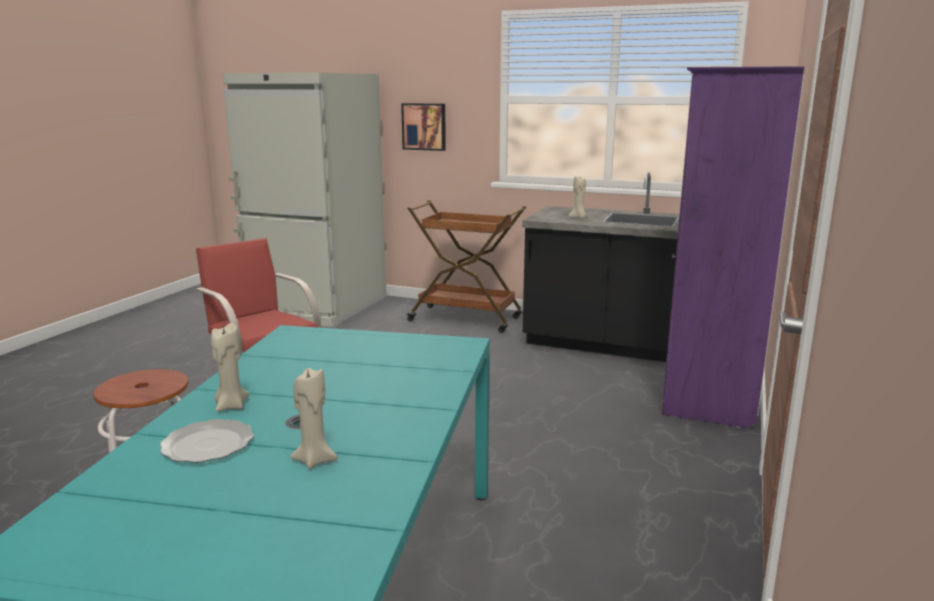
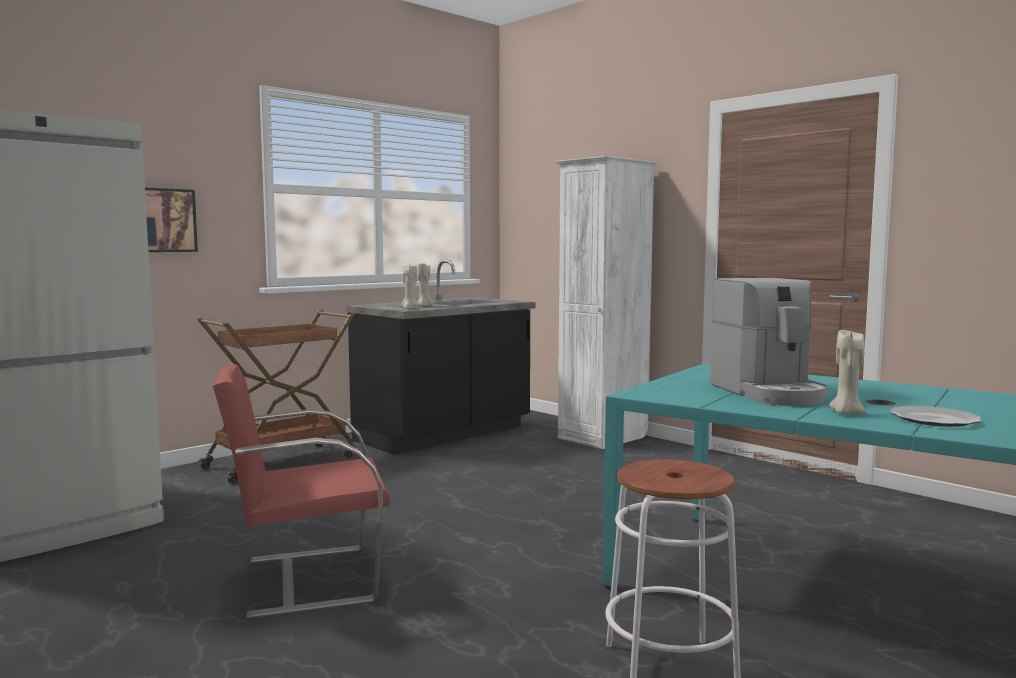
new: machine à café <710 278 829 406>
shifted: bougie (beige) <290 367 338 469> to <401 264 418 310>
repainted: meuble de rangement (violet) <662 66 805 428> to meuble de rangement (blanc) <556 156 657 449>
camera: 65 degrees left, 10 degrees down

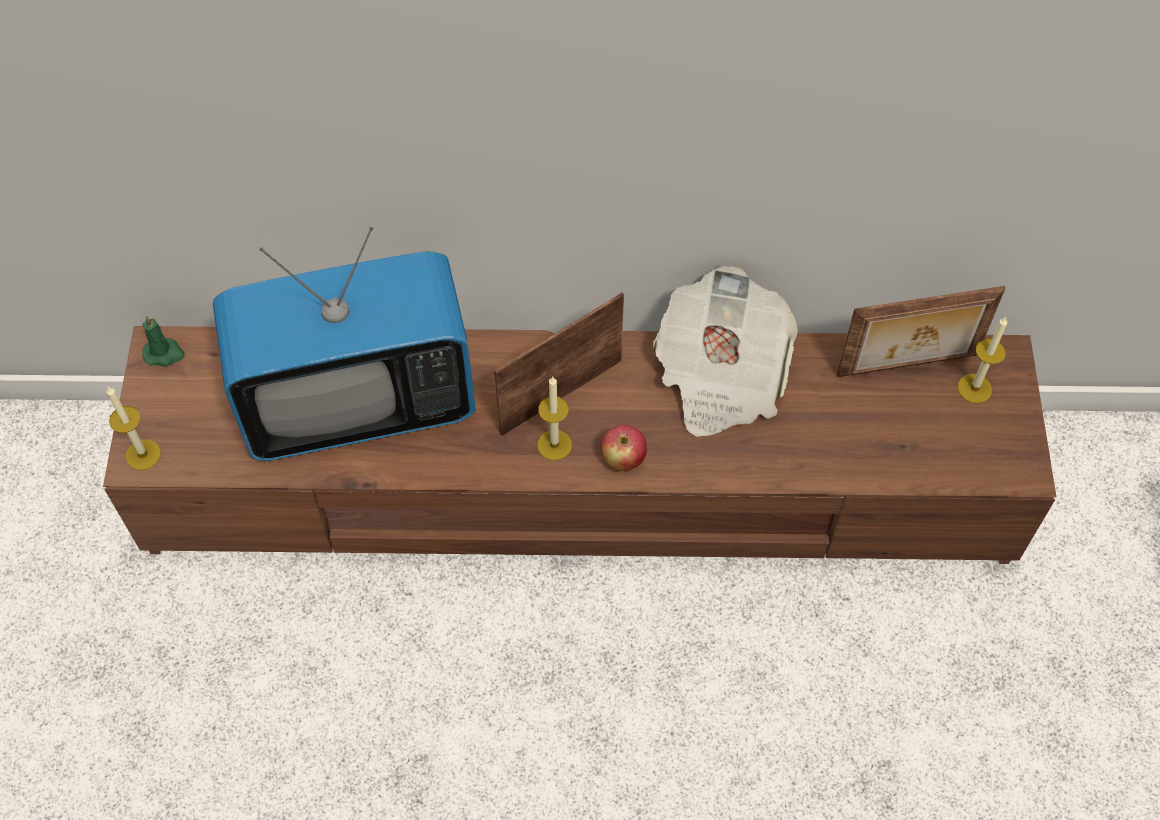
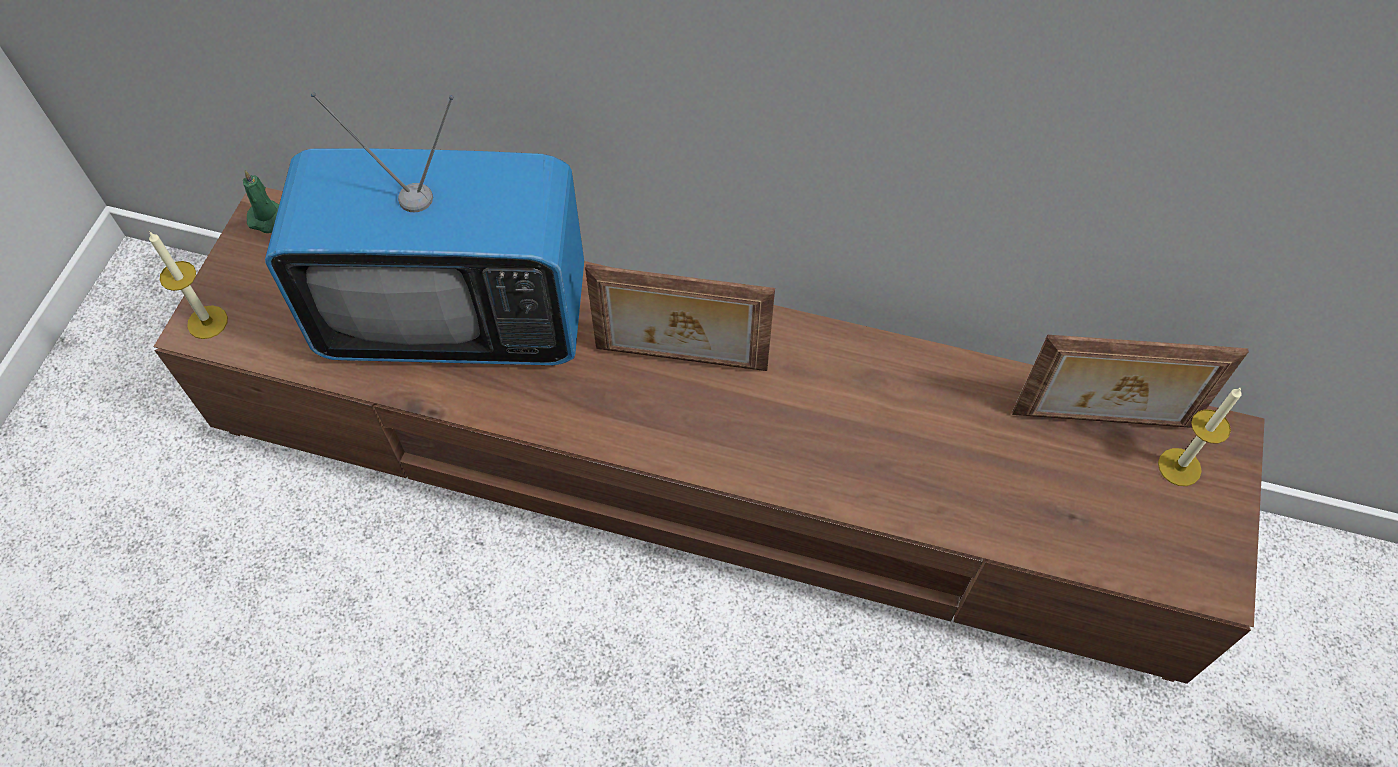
gone: bougie <537 377 572 460>; pomme <600 424 647 471>; journal <653 266 798 437>
rotated: cadre photo <494 293 624 436> = <585 264 775 371> 150 degrees counterclockwise
camera: 15 degrees right, 0 degrees up

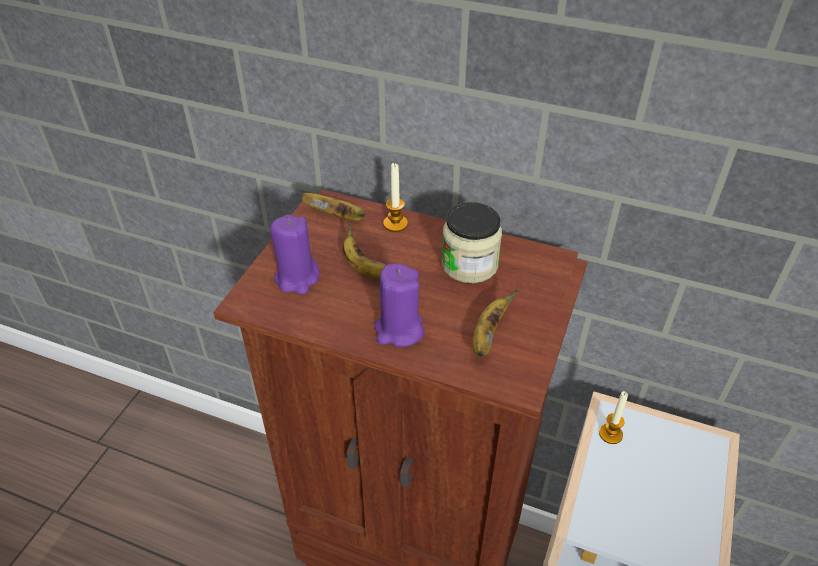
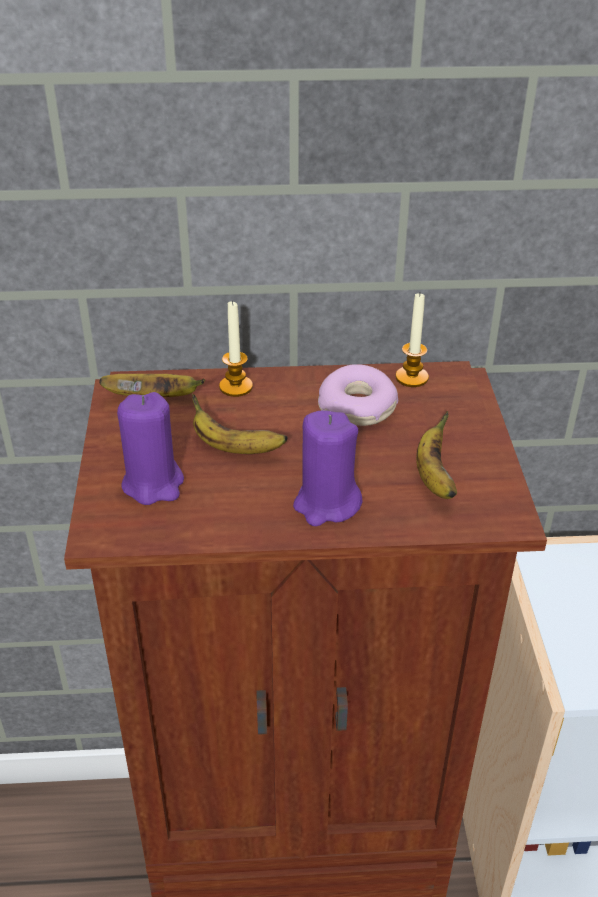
shifted: bougie <599 391 628 444> to <396 293 429 387>
swapped: bocal <442 202 502 283> to beignet <318 364 398 426>
camera: 25 degrees left, 5 degrees down

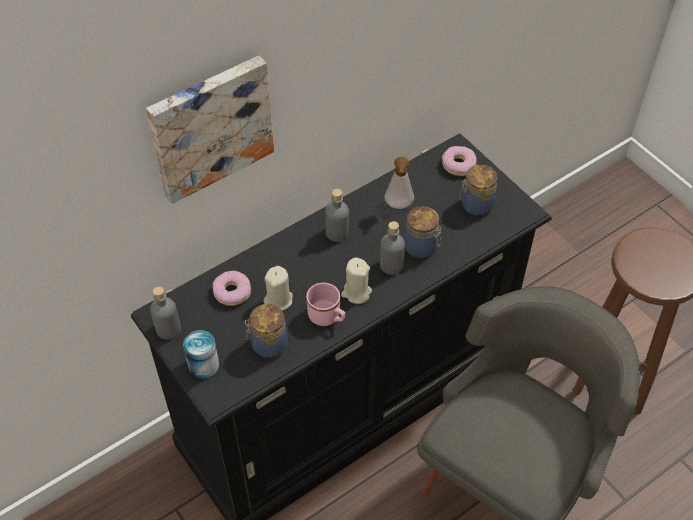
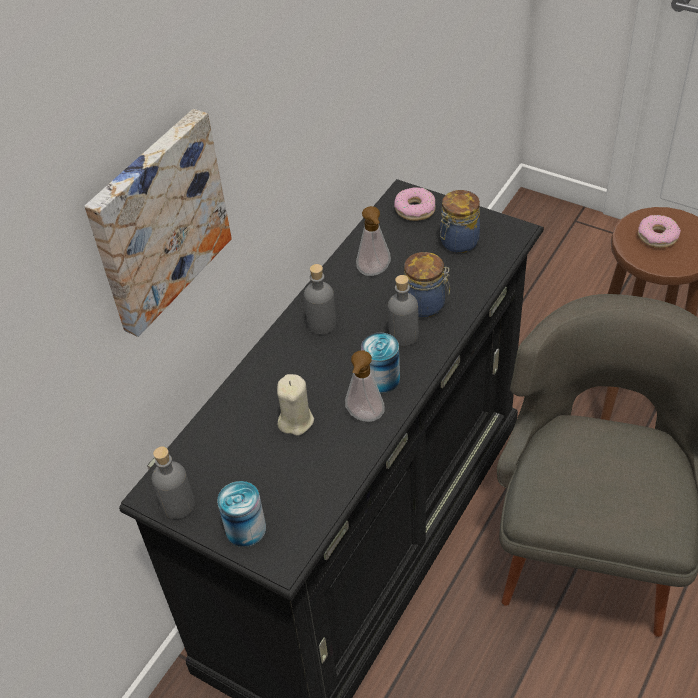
gone: bocal <245 304 288 358>
shifted: beignet <213 271 251 306> to <638 215 681 248>
swapped: mug (rose) <306 283 345 326> to distributeur de savon <345 351 385 422>; bougie (beige) <341 258 372 304> to boîte métallique <361 333 400 393>
camera: 20 degrees left, 5 degrees down

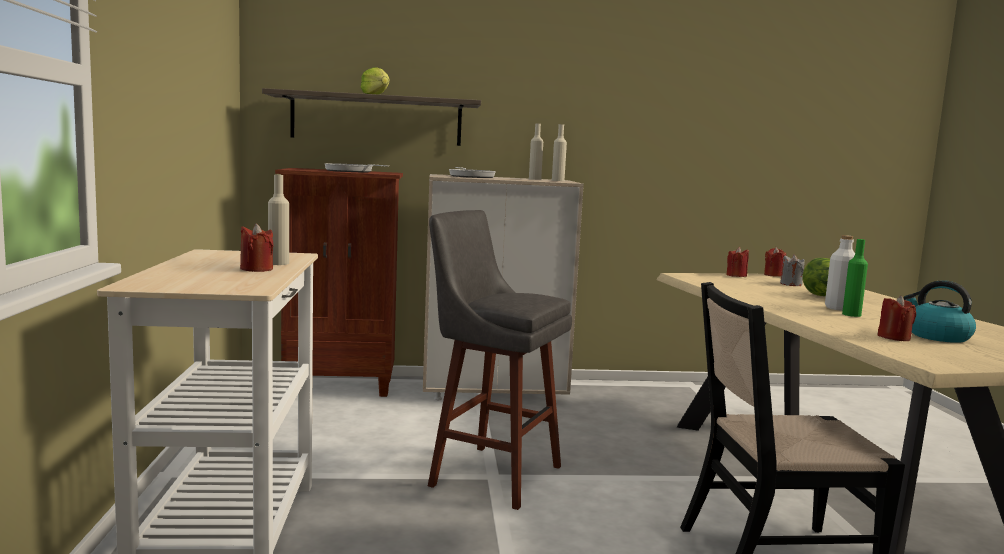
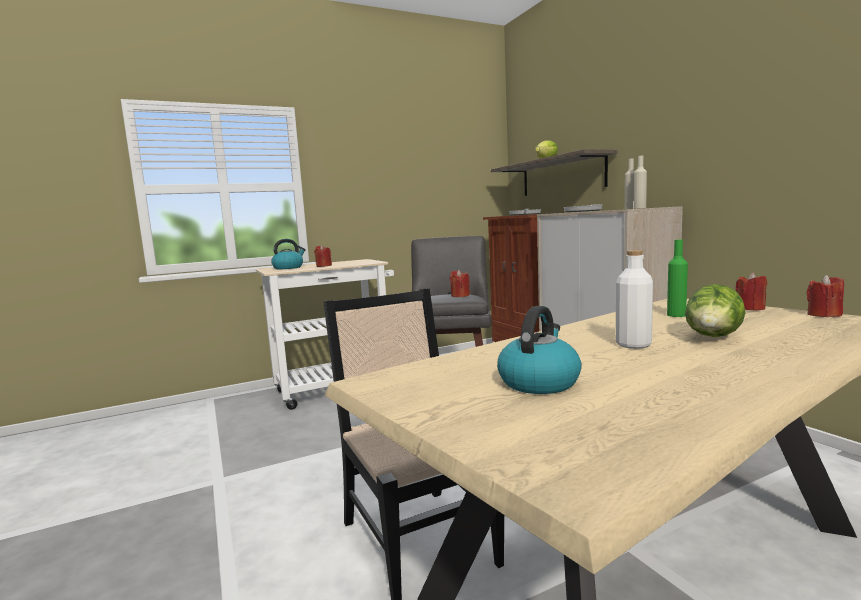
gone: bouteille (beige) <268 175 289 265>; bougie (gris) <780 254 805 286>
new: bouilloire <271 239 306 269>
shifted: bouteille (vert) <842 239 868 317> to <667 240 688 317>; bougie (rouge) <878 296 916 341> to <450 269 470 297>
camera: 70 degrees right, 0 degrees up

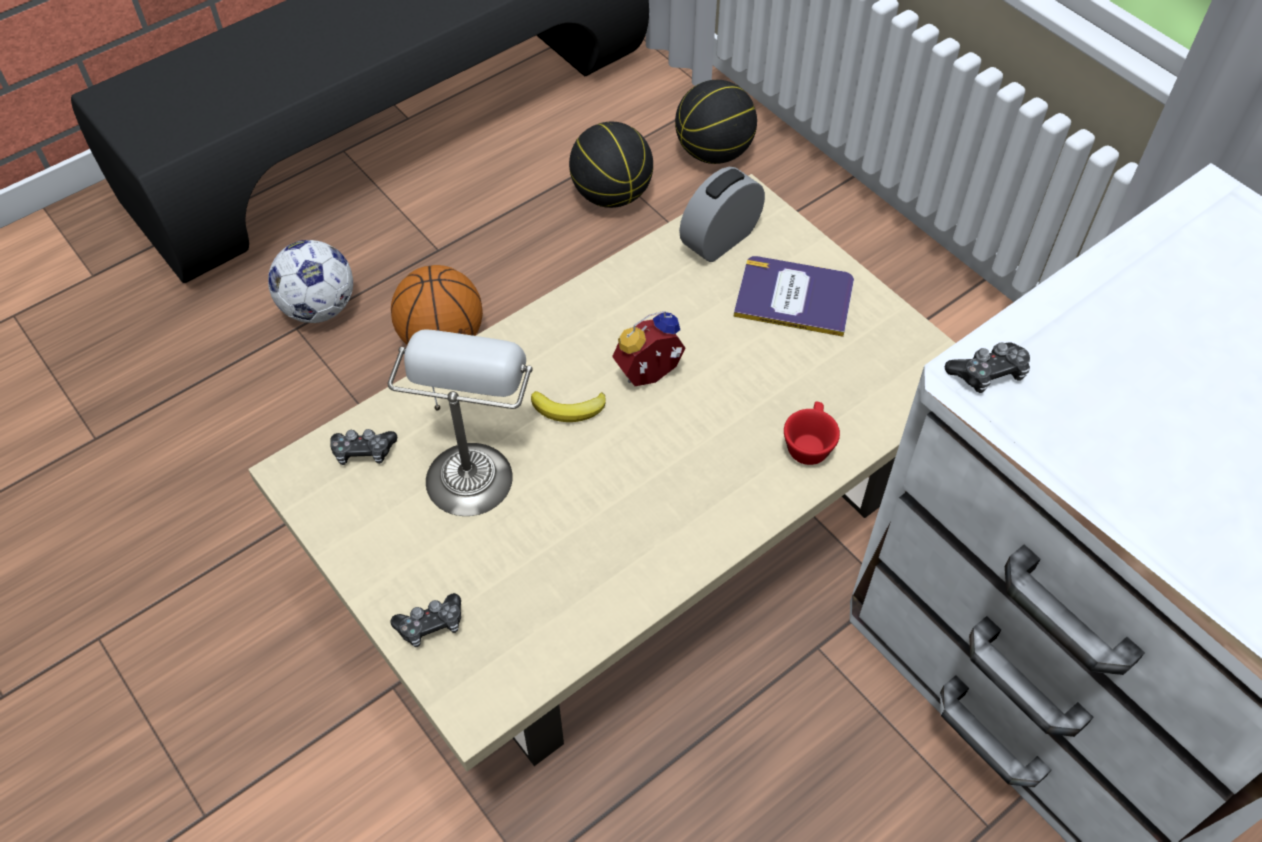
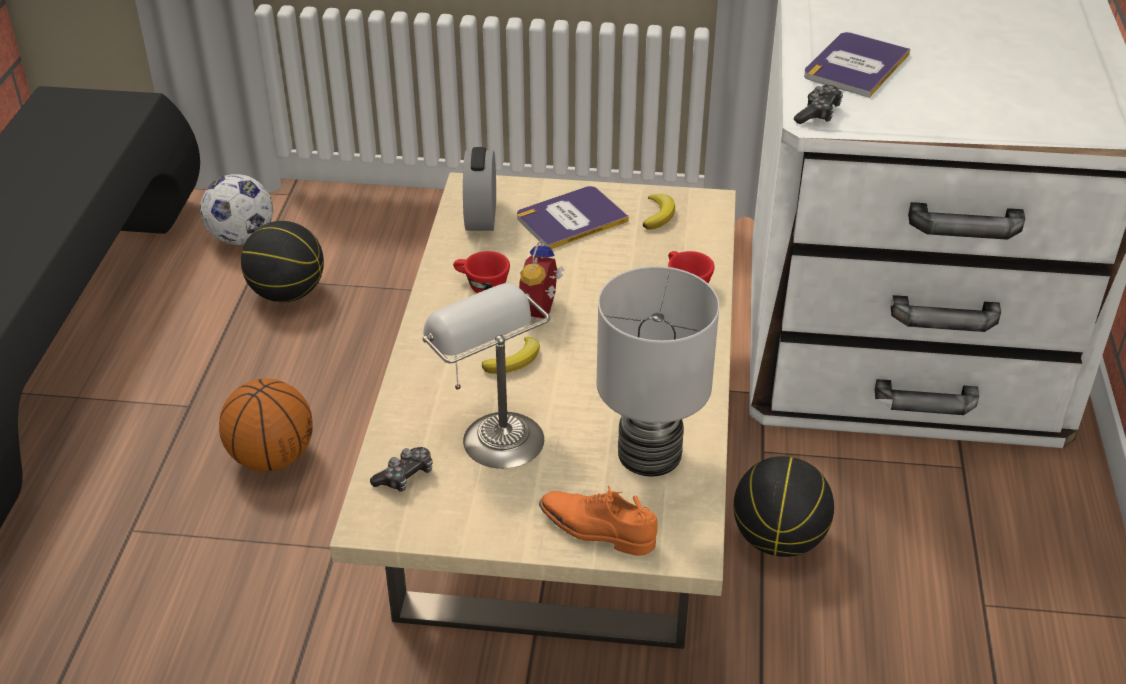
new: tasse (rouge) <453 251 510 293>; lampe de table (gris) <597 266 719 476>; banane <643 194 675 230>; livre <804 32 910 98>
shifted: ballon de foot <268 240 353 323> to <200 174 273 245>; ballon de basket <675 80 757 164> to <733 456 834 557>
swapped: manette <390 593 461 647> to chaussure (orange) <539 485 657 556>
camera: 45 degrees left, 15 degrees down

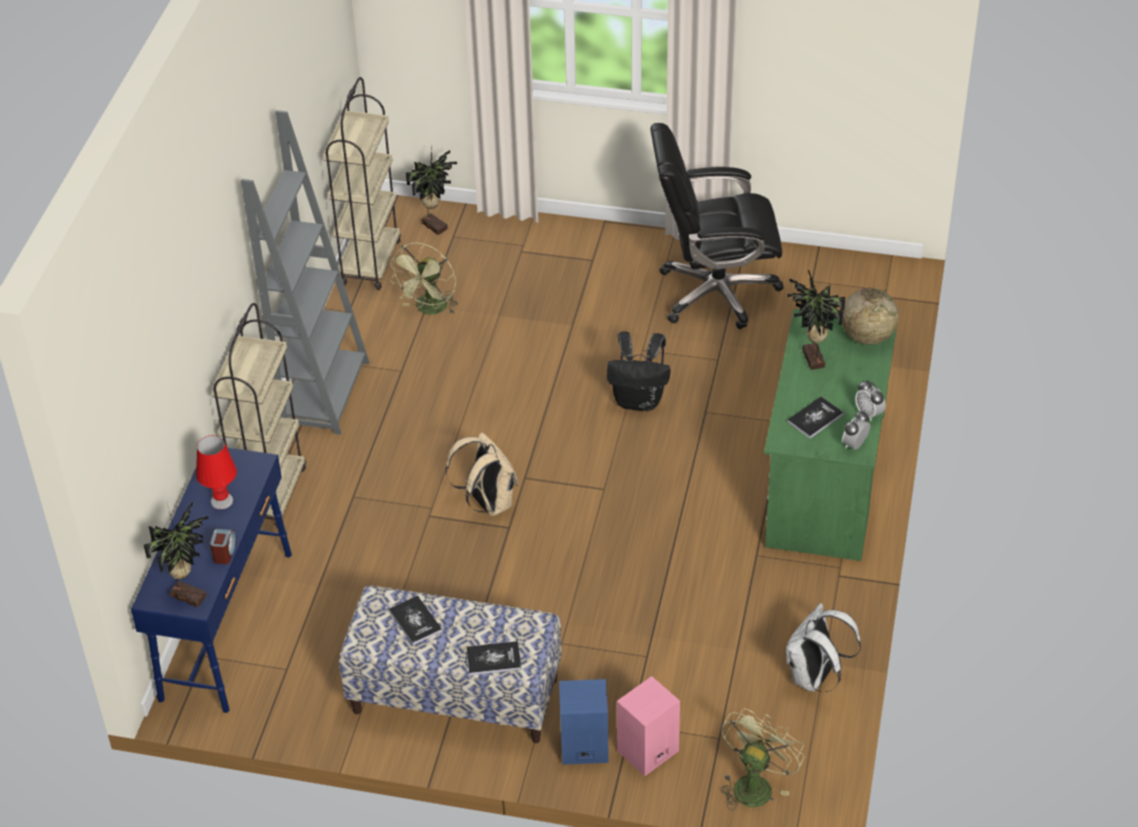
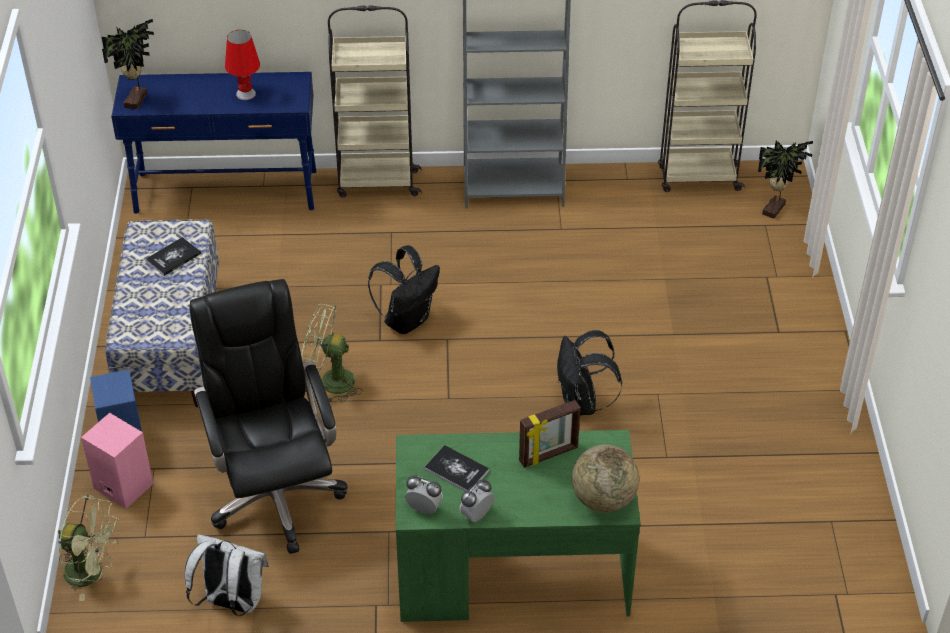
gone: réveil <210 529 236 564>; livre <466 641 522 676>
shifted: ventilateur (vert) <389 243 458 315> to <301 304 363 403>; chaise de bureau (noir) <650 123 784 329> to <190 279 348 554>
swapped: plante en pot <787 269 845 370> to cadre photo <519 400 581 468>
repainted: sac à dos (beige) <445 432 518 516> to sac à dos (noir) <368 245 440 334>
camera: 75 degrees right, 0 degrees up

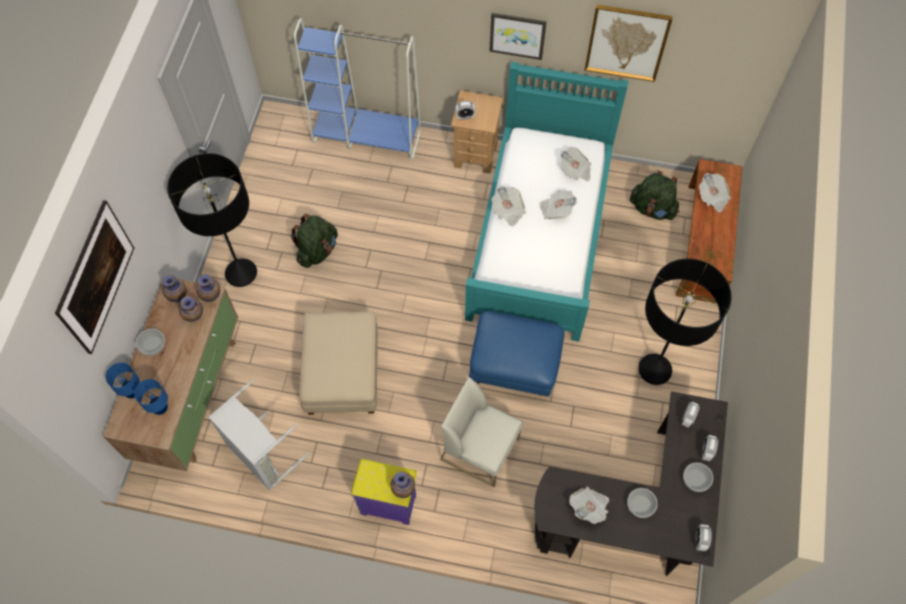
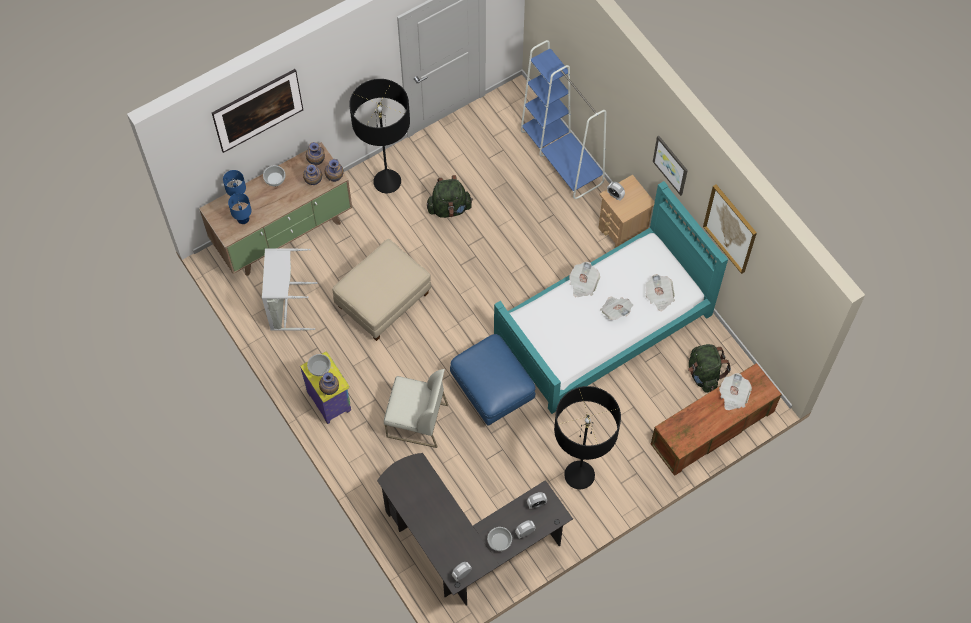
gone: journal <569 487 609 524>
shifted: bol <627 488 658 518> to <307 354 331 376>
rotated: chaise (blanc) <441 377 523 487> = <384 369 448 448> 120 degrees clockwise
camera: 45 degrees right, 0 degrees up

